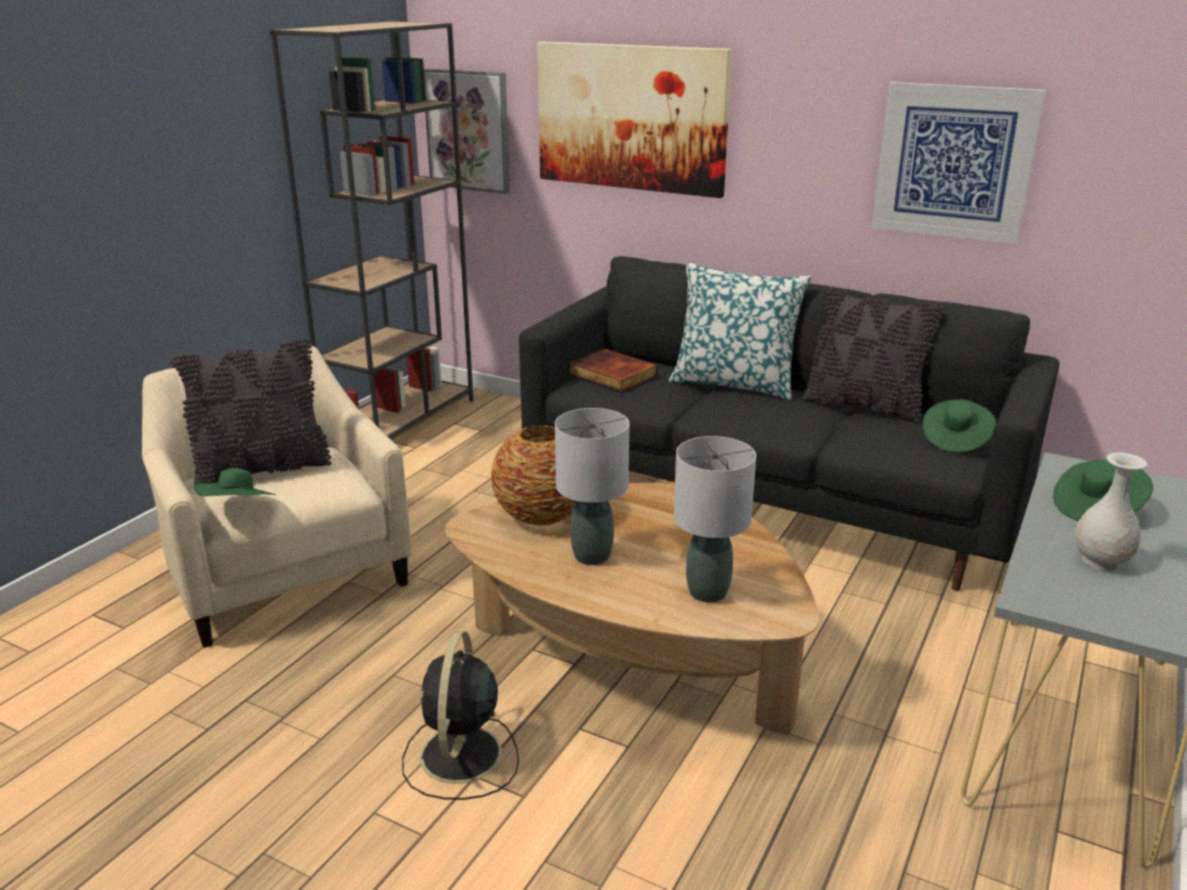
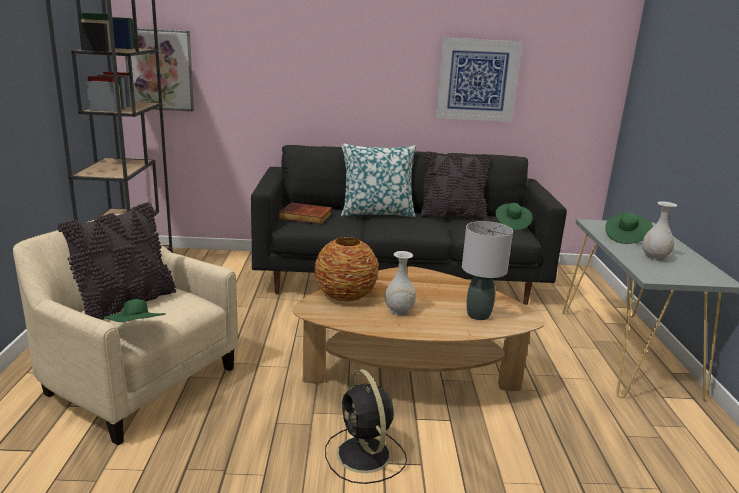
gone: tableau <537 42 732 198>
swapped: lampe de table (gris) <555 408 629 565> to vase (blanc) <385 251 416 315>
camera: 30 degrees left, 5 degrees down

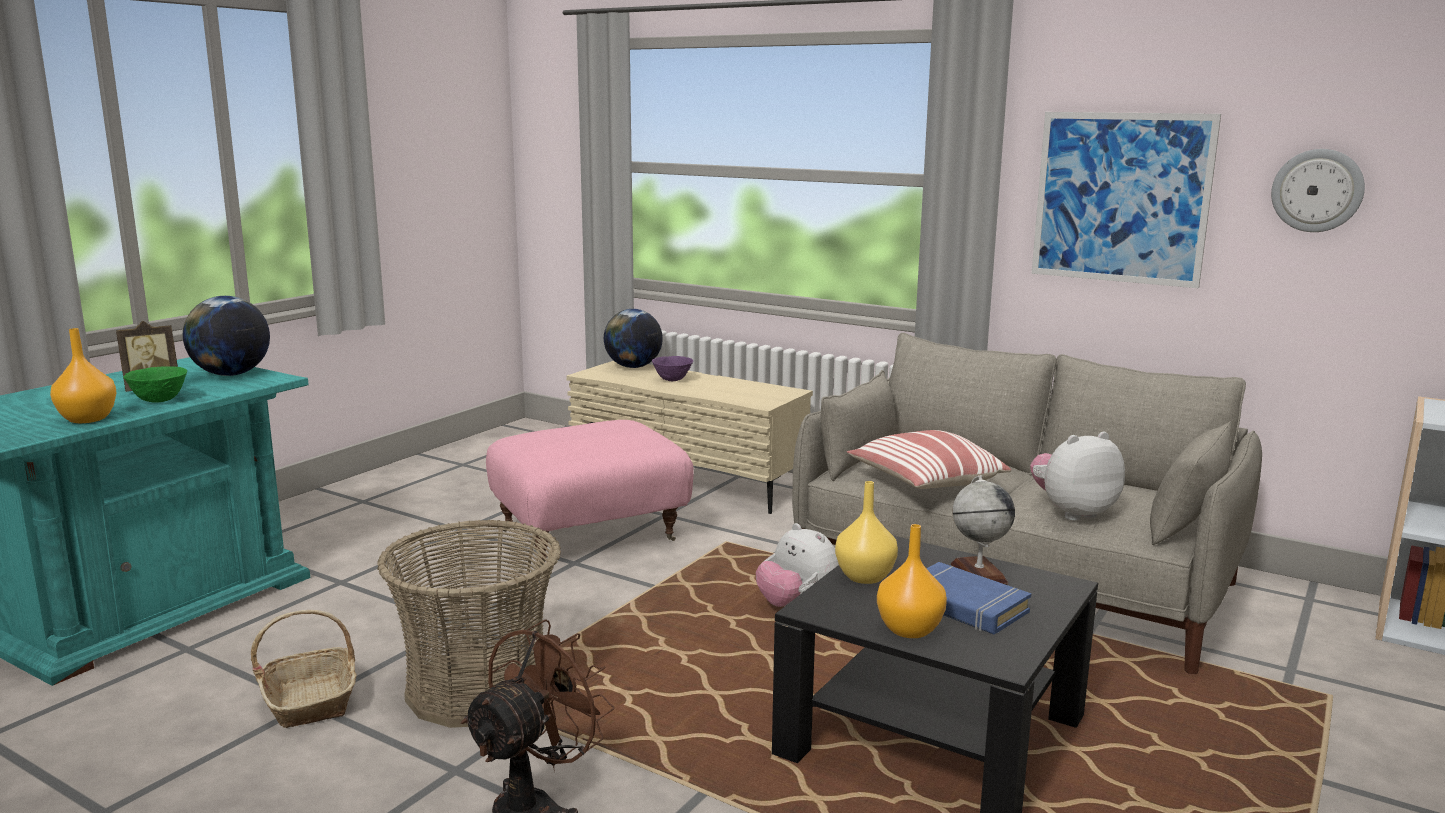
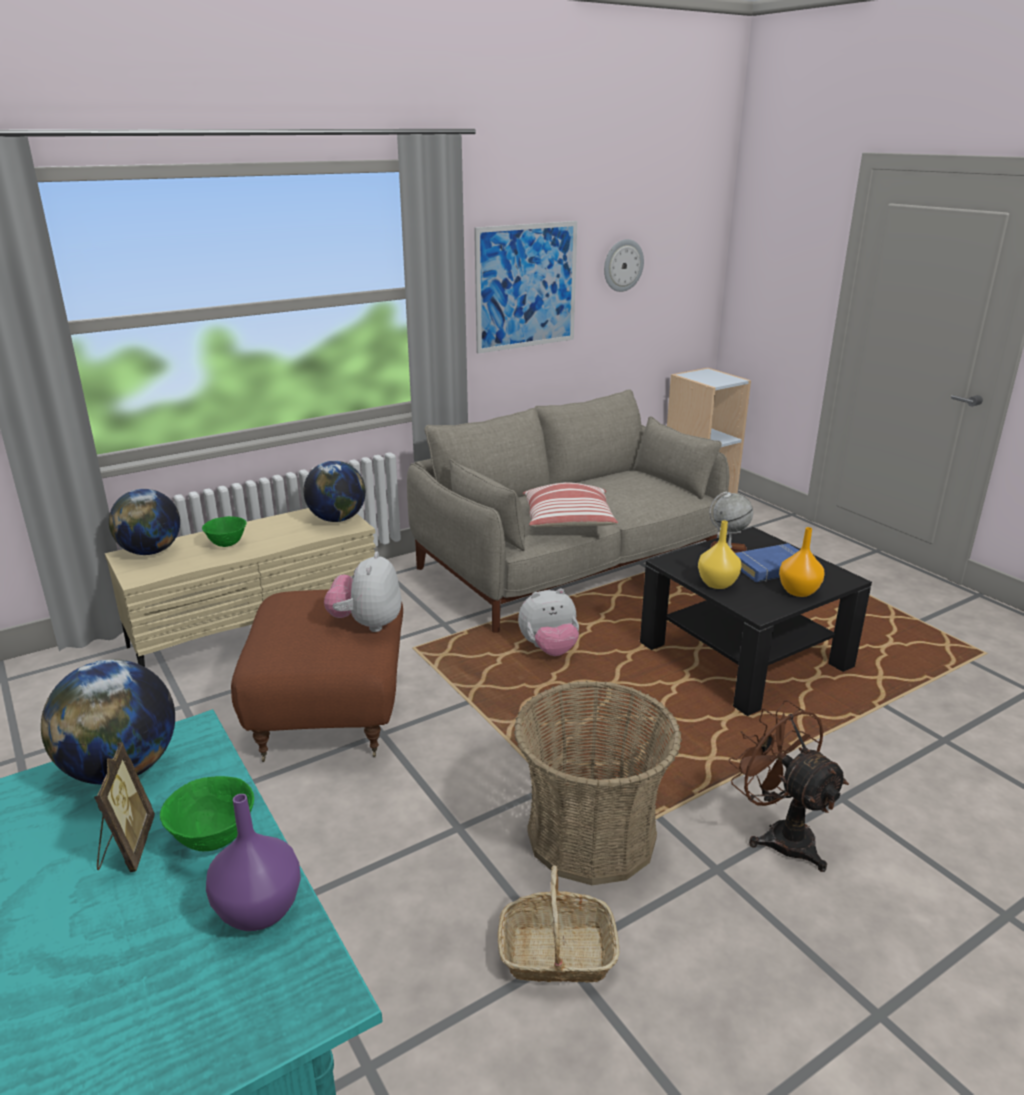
new: globe <303 461 366 522>
shifted: peluche <1030 432 1125 521> to <324 552 401 632>
repainted: vase (orange) <50 328 116 423> to vase (violet) <206 794 301 931>; pouf (rose) <486 420 694 568> to pouf (marron) <231 589 403 762>; bol (violet) <652 356 693 381> to bol (vert) <202 516 246 547>
camera: 65 degrees left, 10 degrees up

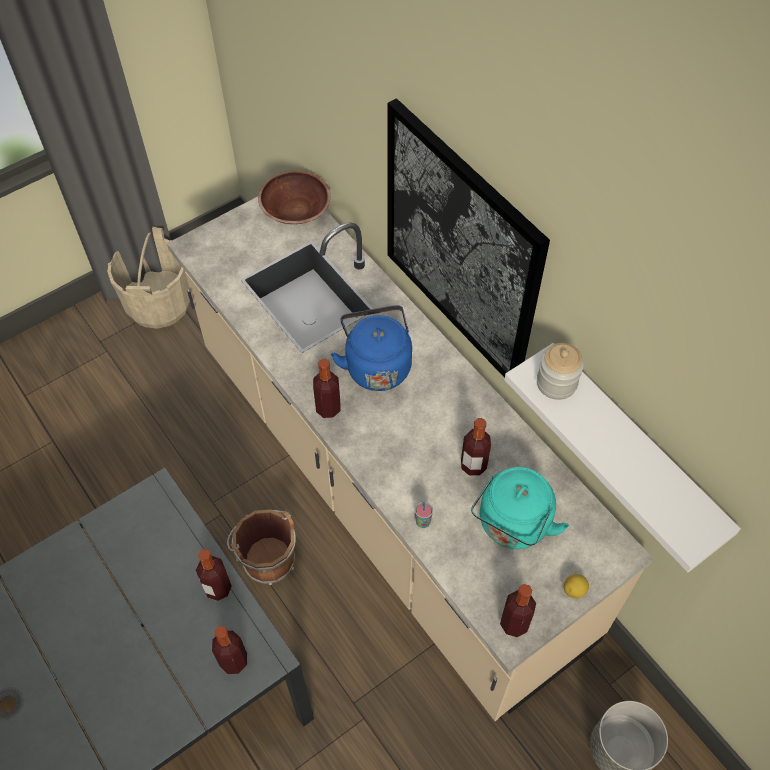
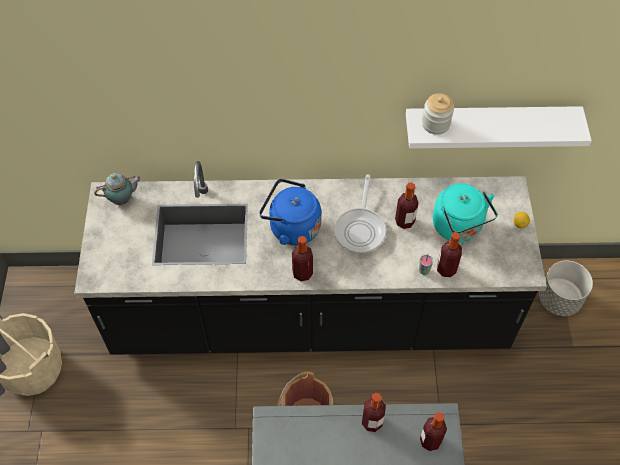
gone: tableau <388 98 550 378>
new: poêle <334 174 386 253>
shifted: bouteille <500 584 536 637> to <437 232 462 277>
swapped: bol (marron) <258 170 330 224> to théière <94 173 142 205>
repainted: comptoir de cuisine (beige) <167 197 653 721> to comptoir de cuisine (noir) <74 161 547 355>
camera: 55 degrees left, 0 degrees up

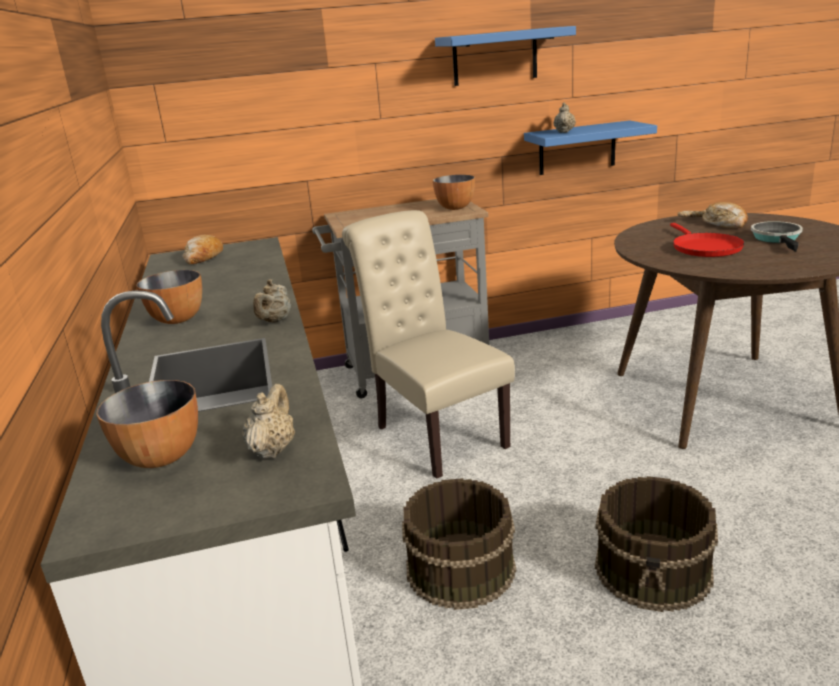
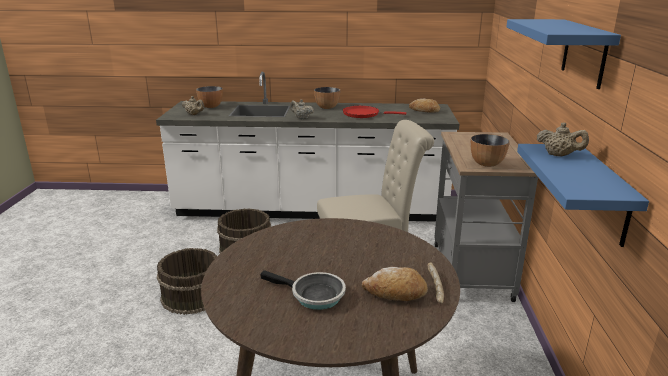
shifted: poêle (rouge) <670 223 745 257> to <343 106 406 118>
camera: 105 degrees right, 0 degrees up

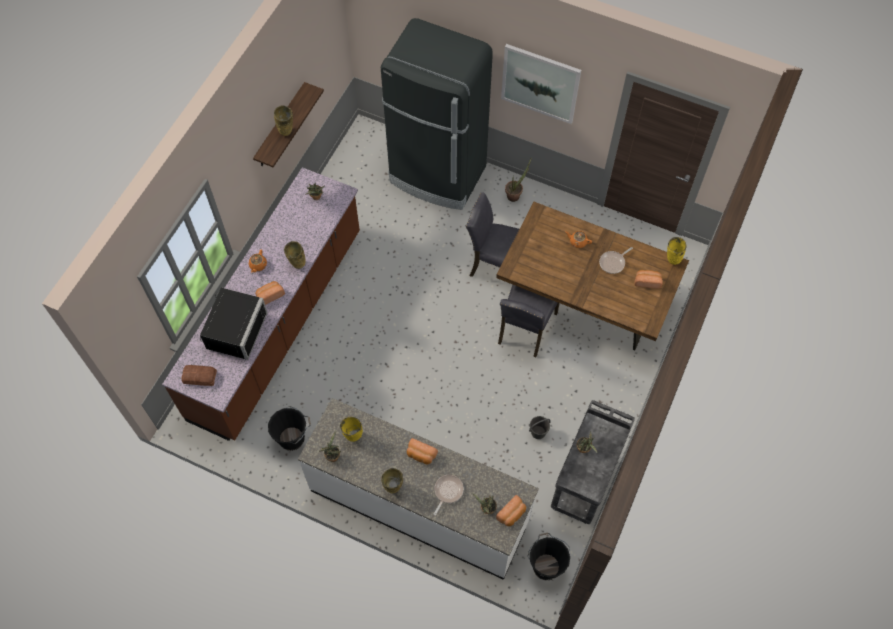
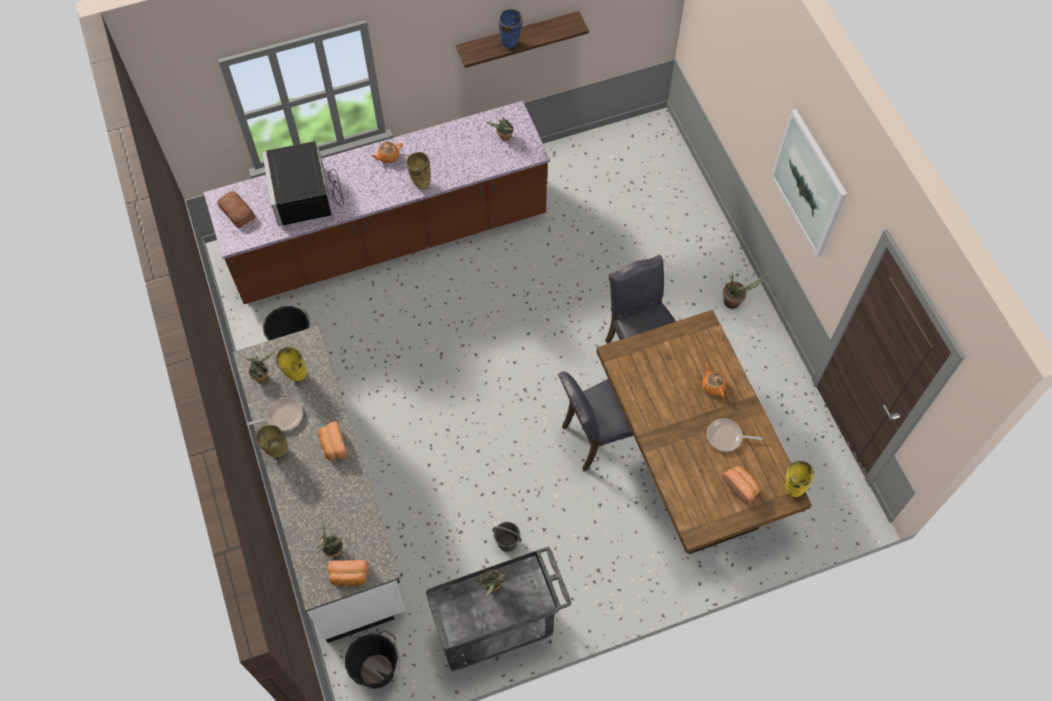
gone: pain <255 281 285 305>; réfrigérateur (noir) <381 18 493 210>
shifted: poêle <434 475 464 515> to <247 398 303 431>
repainted: vase (beige) <274 105 293 136> to vase (bleu) <499 9 523 48>
rotated: micro-ondes (noir) <200 288 268 360> = <262 141 344 226> 105 degrees clockwise
camera: 45 degrees right, 0 degrees up

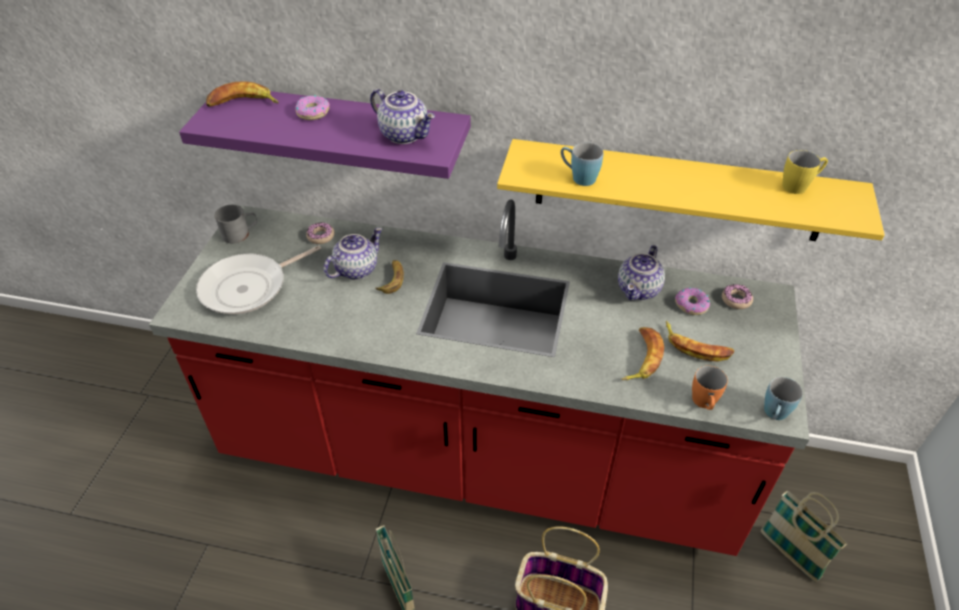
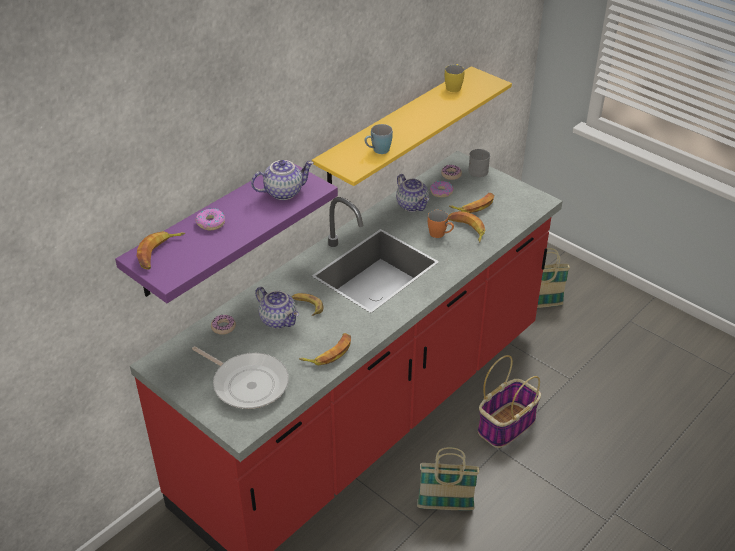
gone: mug (bleu) <764 377 803 420>
new: banane <299 333 351 365>
shifted: mug (gris) <214 205 257 243> to <469 149 490 177>; mug (orange) <692 366 727 410> to <428 210 454 238>
rotated: poêle <196 246 321 314> = <192 346 289 409> 45 degrees counterclockwise; théière <324 228 383 280> = <255 287 299 329> 150 degrees clockwise
camera: 60 degrees left, 5 degrees down

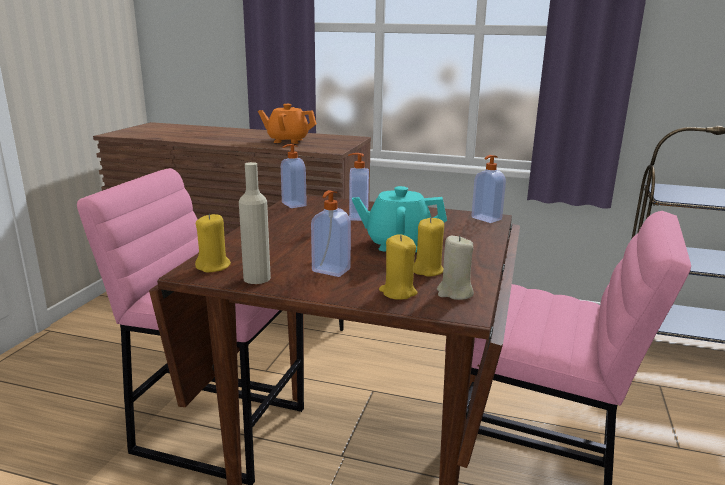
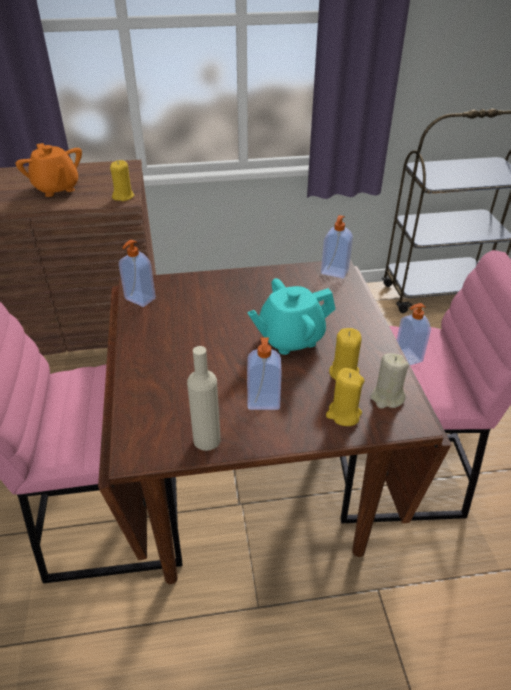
shifted: bougie (jaune) <195 214 231 272> to <110 160 134 201>; distributeur de savon <348 153 369 221> to <397 303 431 365>
rotated: théière (orange) <258 104 317 144> = <16 143 82 197> 105 degrees counterclockwise
camera: 25 degrees left, 20 degrees up

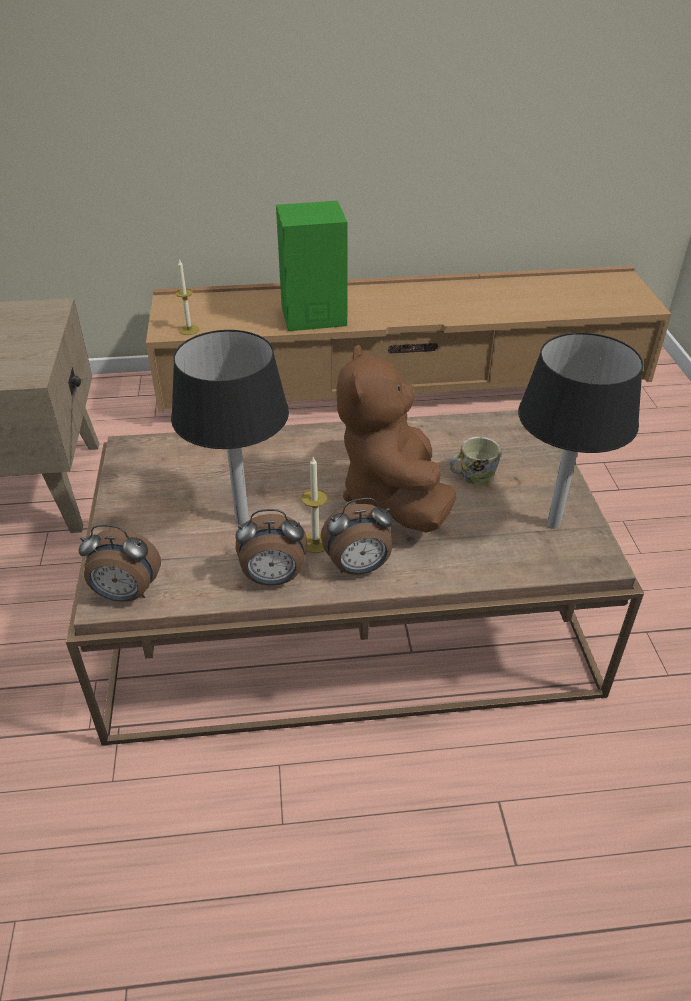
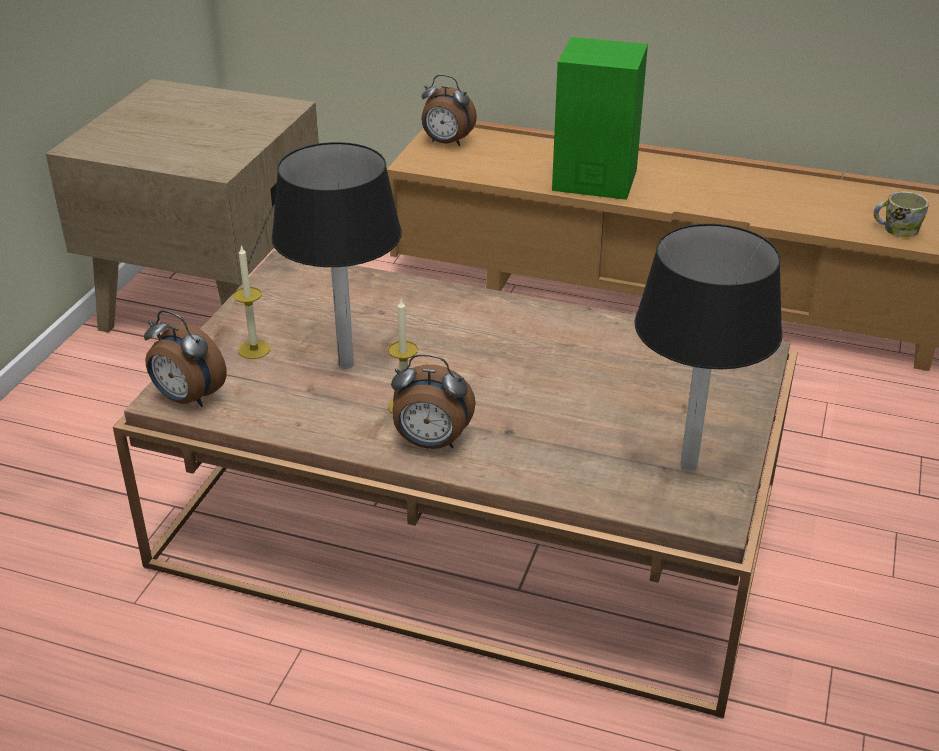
gone: peluche (marron) <336 344 456 533>
shifted: bougie <175 259 199 335> to <233 245 270 359>; réveil <235 509 307 586> to <421 75 477 146>; mug <449 437 501 485> to <873 192 929 237>
camera: 25 degrees right, 5 degrees down

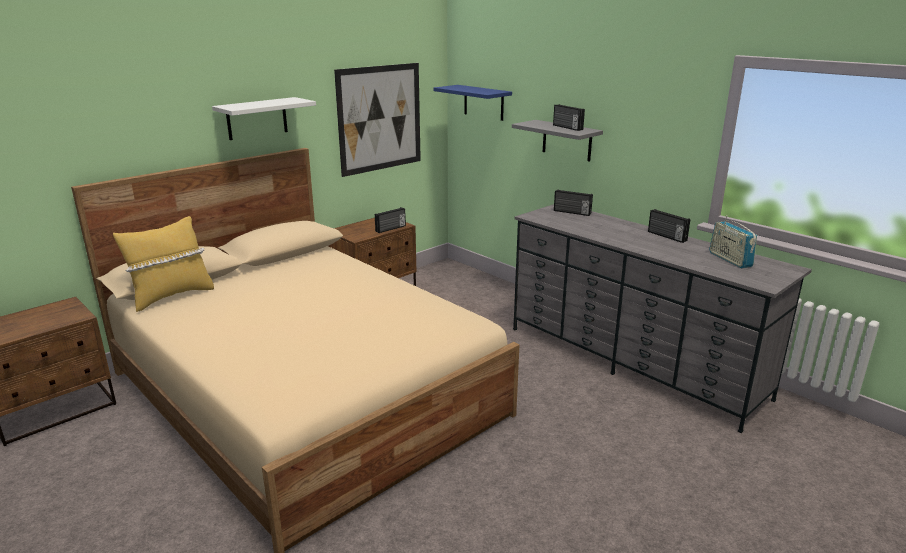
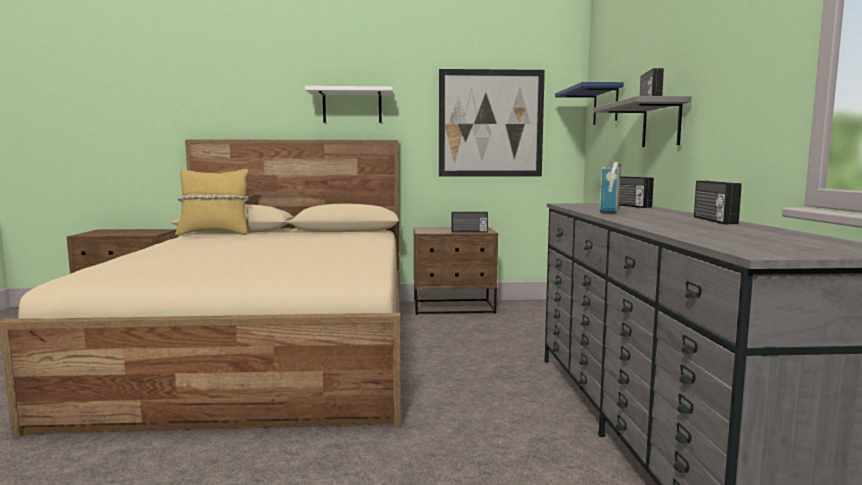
shifted: radio <709 215 757 268> to <599 157 622 214>
camera: 40 degrees right, 15 degrees down

